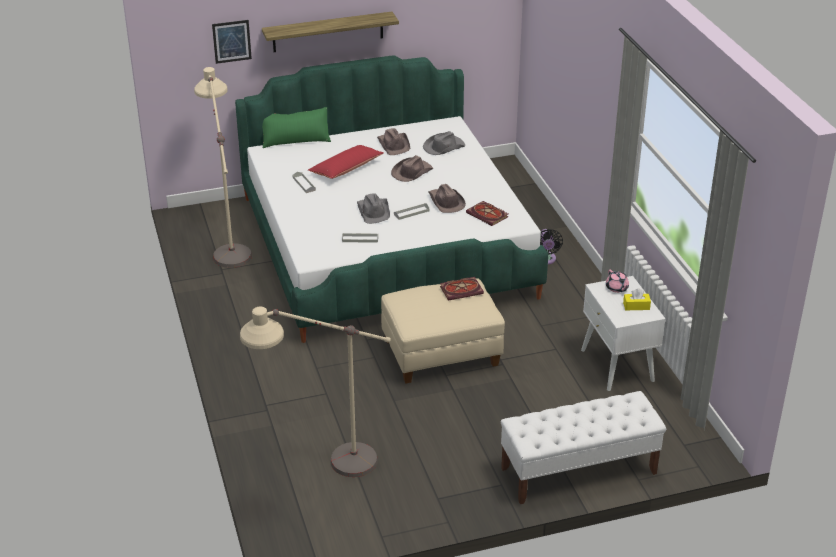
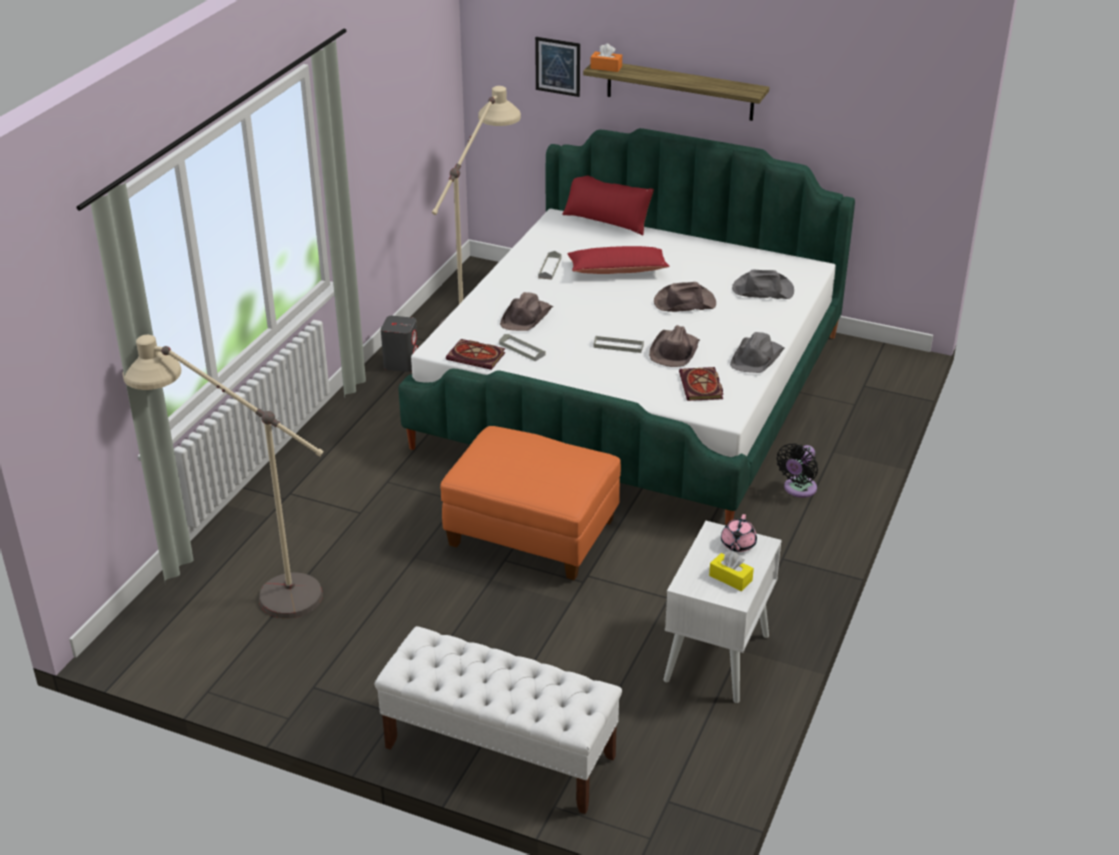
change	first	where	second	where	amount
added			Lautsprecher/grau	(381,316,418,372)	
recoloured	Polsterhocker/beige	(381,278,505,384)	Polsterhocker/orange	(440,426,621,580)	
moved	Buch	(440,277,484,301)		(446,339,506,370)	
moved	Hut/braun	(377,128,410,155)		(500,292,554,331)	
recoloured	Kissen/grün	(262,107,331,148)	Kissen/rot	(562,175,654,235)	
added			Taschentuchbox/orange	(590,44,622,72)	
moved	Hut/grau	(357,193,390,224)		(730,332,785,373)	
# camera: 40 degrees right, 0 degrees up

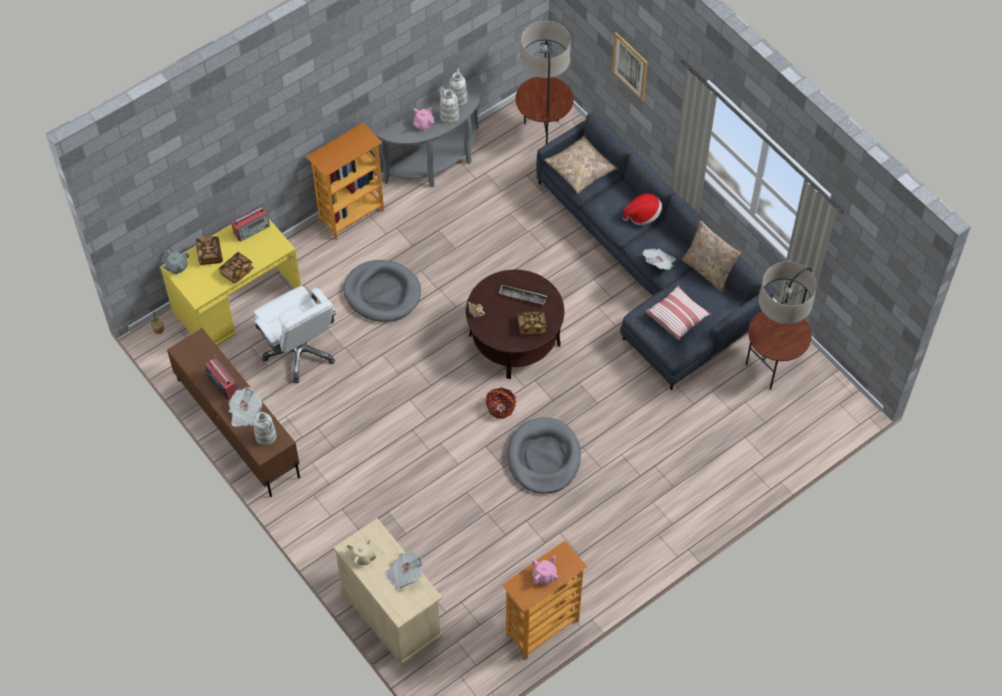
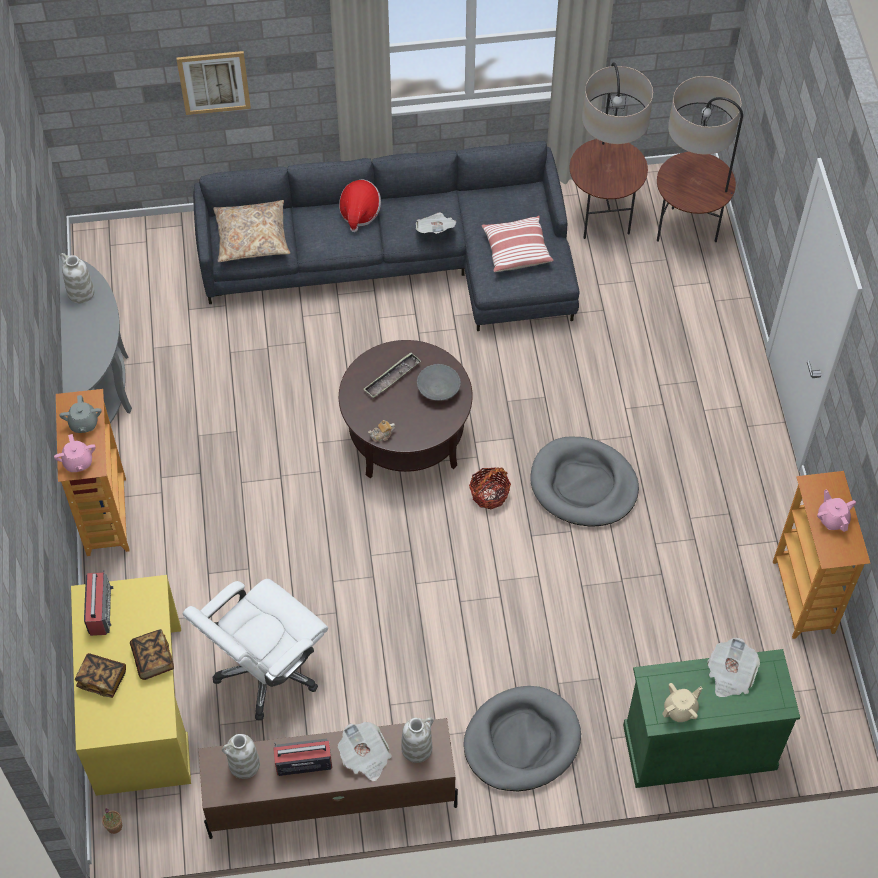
change	first	where	second	where	amount
moved	Teekanne/rosa	(413,107,434,131)		(54,434,96,472)	
moved	Teekanne/grau	(162,250,189,275)		(60,395,102,433)	
turned	Bürostuhl/weiß	(253,286,336,383)		(183,579,328,720)	135 degrees clockwise
moved	Vase/weiß	(439,88,459,124)		(222,734,260,779)	
replaced	Buch	(518,310,546,334)	Schüssel/grau	(417,364,461,401)	
moved	Hundebett/grau	(343,260,421,322)		(464,686,581,791)	
recoloured	Schrank/beige	(334,518,443,667)	Schrank/grün	(623,649,800,788)	
moved	Stehlampe	(516,21,574,144)		(657,76,743,242)	
removed	Kissen/beige	(682,220,741,293)			
# camera: 60 degrees left, 0 degrees up

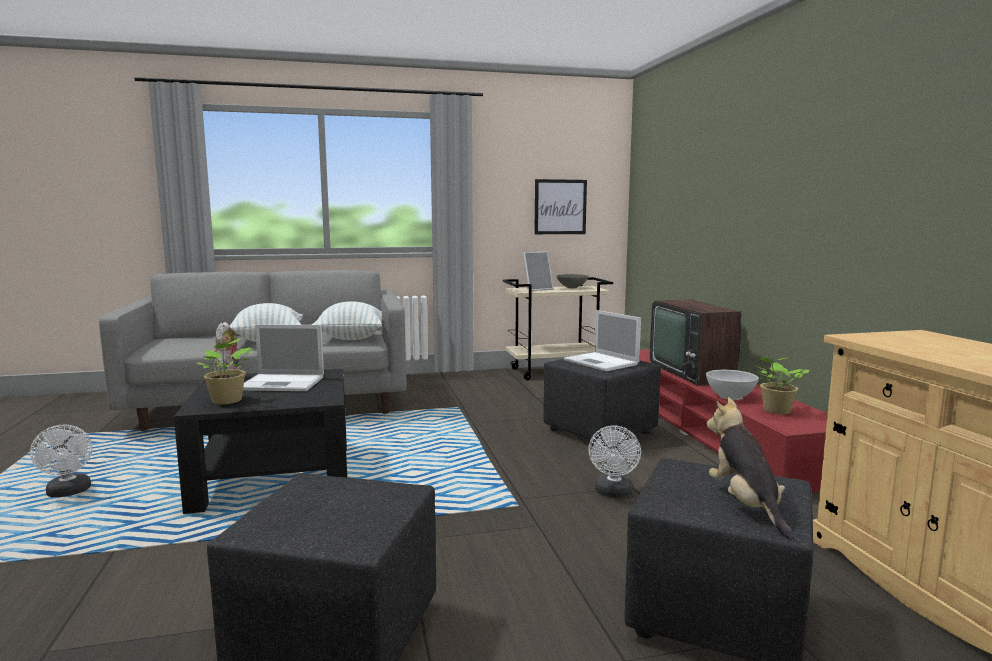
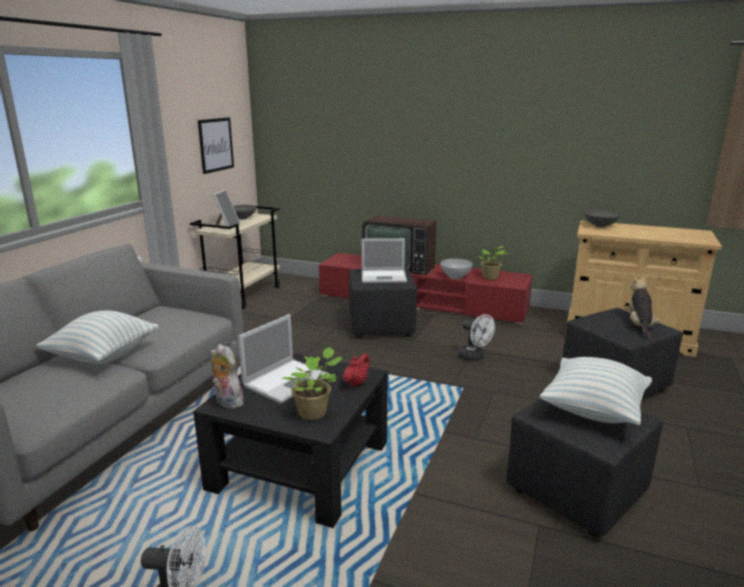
change	first	where	second	where	amount
added			Teekanne/rot	(343,353,370,387)	
moved	Kissen	(312,301,382,340)		(540,357,652,425)	
added			Schüssel/grau	(584,210,621,227)	
turned	Plüschtier	(707,397,794,539)		(627,275,660,340)	75 degrees clockwise
# camera: 55 degrees left, 10 degrees up

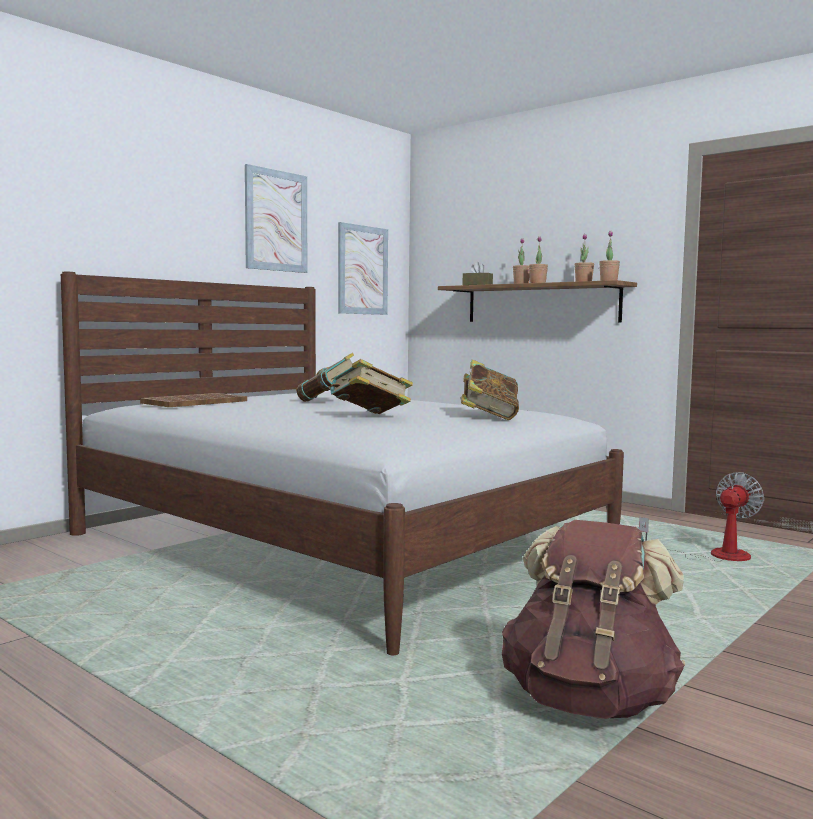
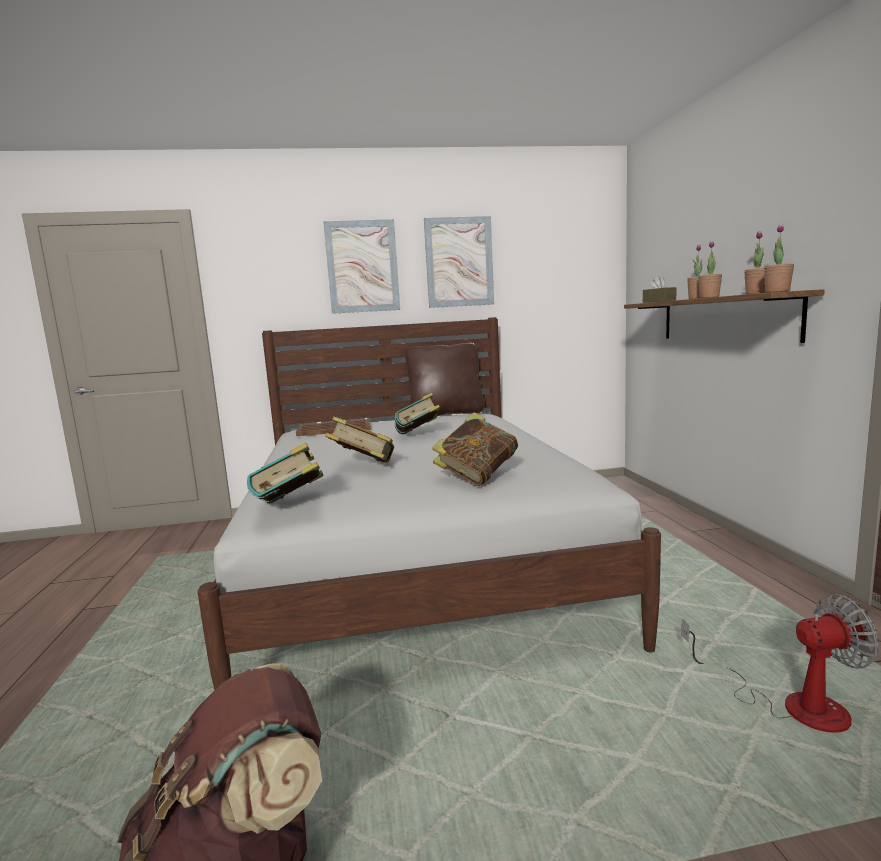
change	first	where	second	where	amount
added			Buch	(247,443,324,503)	
moved	Bild	(338,222,388,315)		(323,219,400,314)	
added			Kissen/braun	(405,343,485,416)	
# camera: 40 degrees right, 5 degrees up

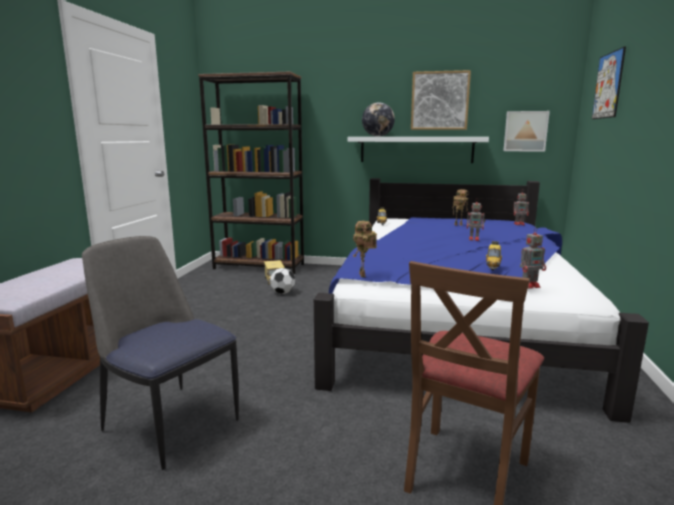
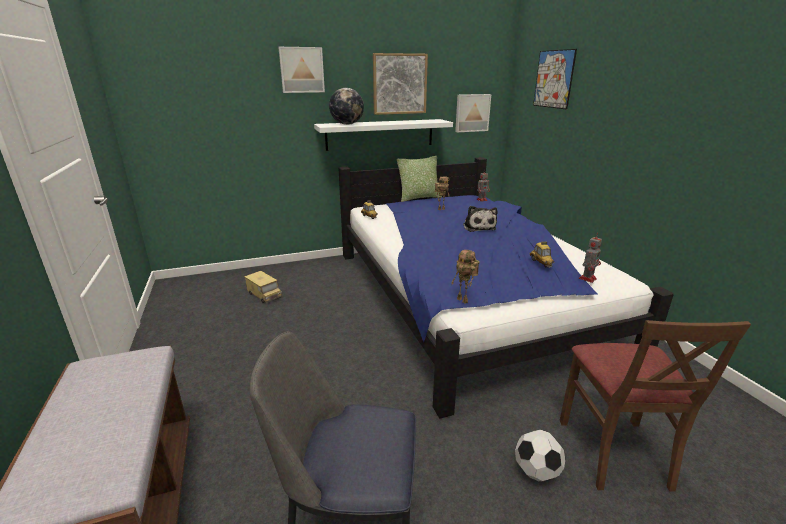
change	first	where	second	where	amount
added			Bild	(278,47,325,93)	
added			Kissen	(397,156,442,202)	
replaced	Spielzeugroboter	(467,198,485,241)	Plüschtier	(463,206,497,232)	
moved	Fußball	(270,268,295,294)		(515,429,565,482)	
removed	Bücherregal/braun	(198,72,304,274)			
# camera: 30 degrees left, 10 degrees up

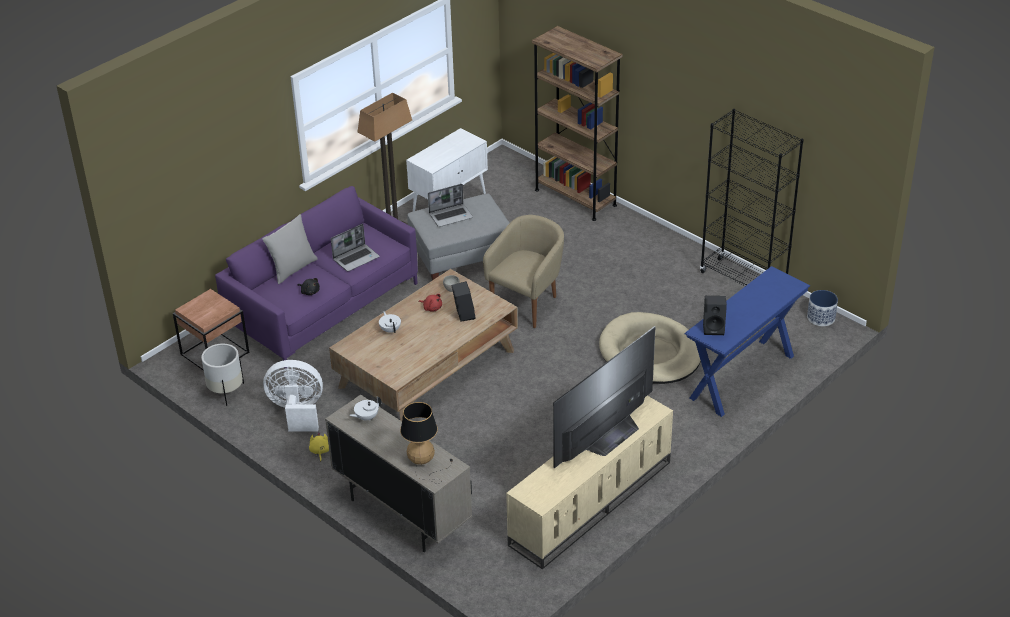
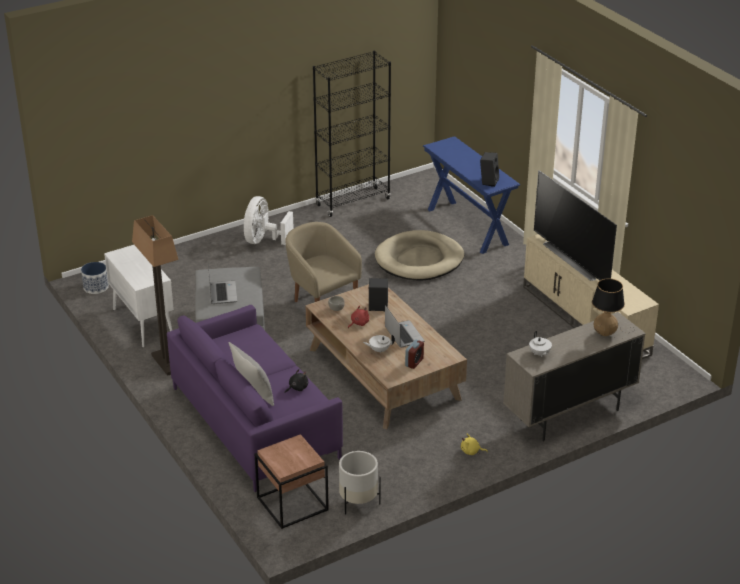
change	first	where	second	where	amount
moved	Pflanzkübel	(807,290,838,326)		(81,262,109,294)	
moved	Ventilator/weiß	(263,360,323,432)		(244,196,294,245)	
moved	Laptop	(331,224,380,271)		(385,305,425,348)	
added			Wecker	(405,340,424,369)	
removed	Bücherregal/braun	(532,26,623,221)			
# camera: 75 degrees left, 5 degrees down

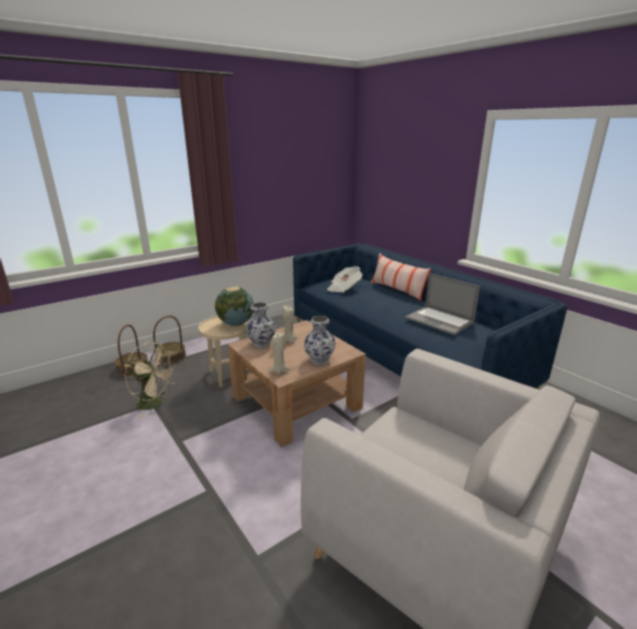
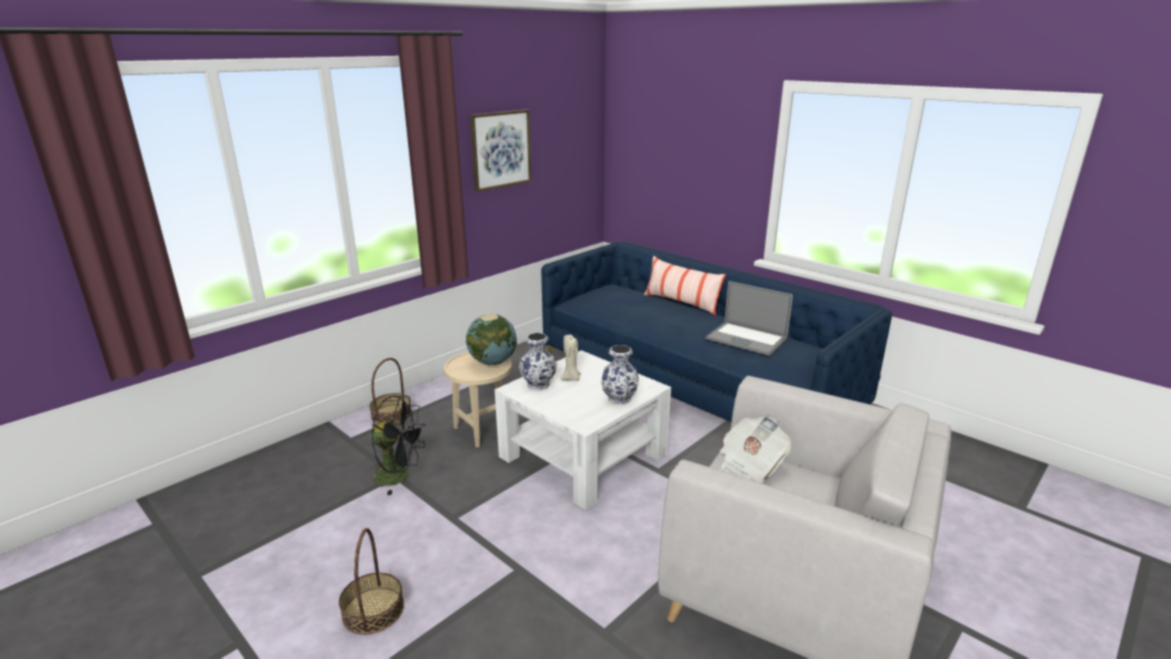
change	first	where	second	where	amount
moved	Korb	(115,324,148,377)		(339,528,404,635)	
recoloured	Ventilator/beige	(125,342,177,417)	Ventilator/schwarz	(371,396,426,495)	
added			Bild	(470,110,532,192)	
recoloured	Couchtisch/braun	(228,320,366,447)	Couchtisch/weiß	(495,350,671,510)	
moved	Zeitung	(327,266,362,293)		(720,416,791,483)	
removed	Kerze/beige	(269,332,290,375)			
# camera: 10 degrees left, 0 degrees up

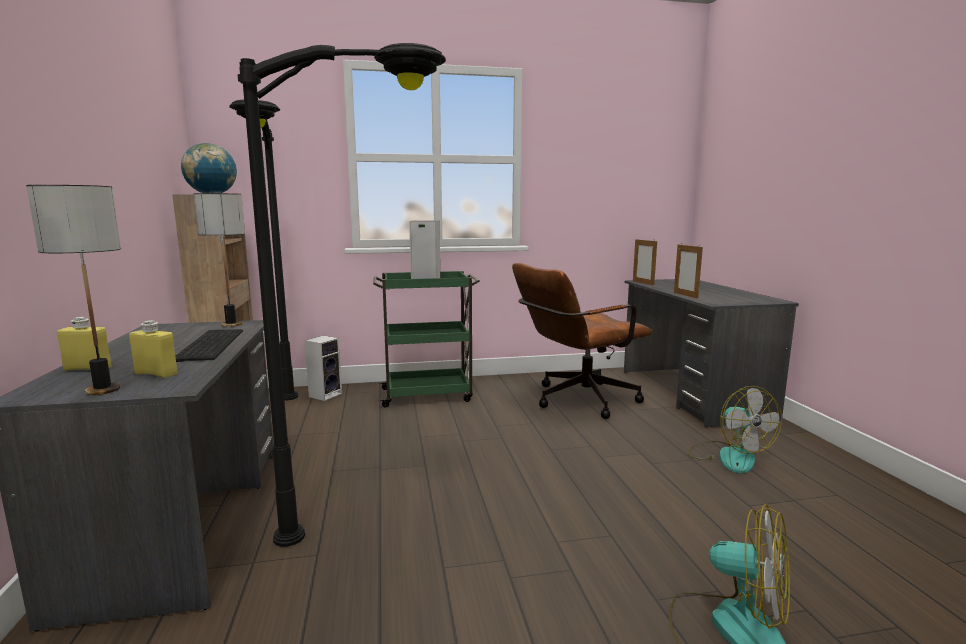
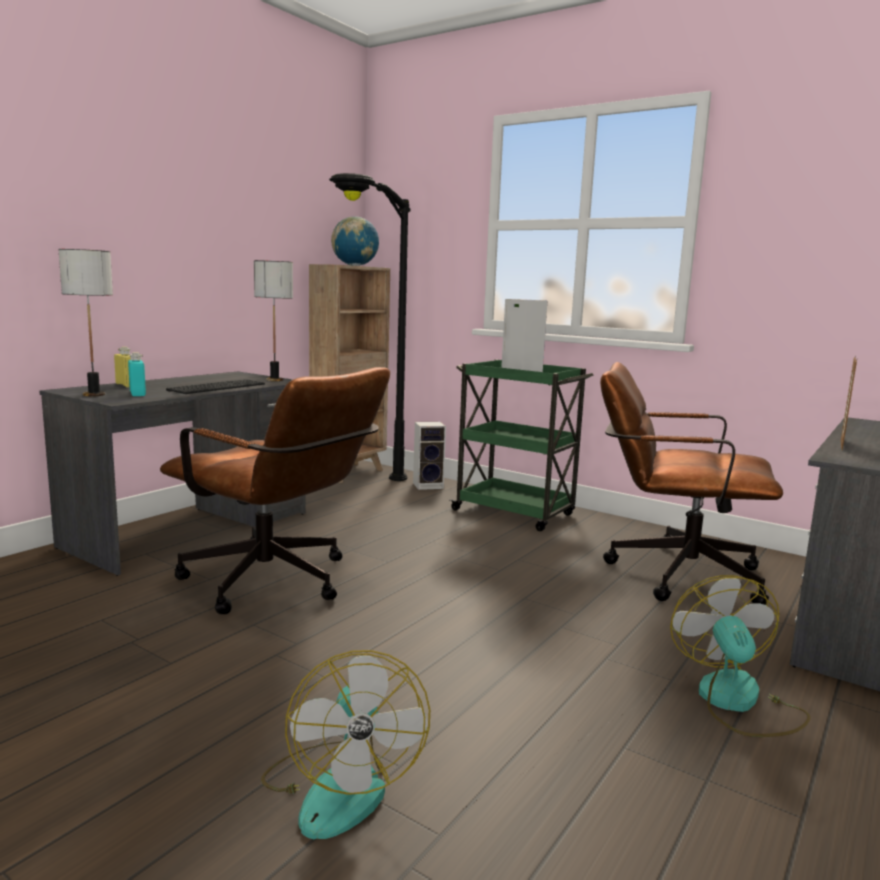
change	first	where	second	where	amount
recoloured	Flasche/gelb	(129,320,178,378)	Flasche/türkis	(128,352,146,396)	
replaced	Stehlampe/schwarz	(238,43,446,547)	Bürostuhl/braun	(160,367,390,614)	
turned	Ventilator	(688,386,782,473)		(670,575,811,737)	150 degrees clockwise
removed	Bilderrahmen	(633,238,657,286)			
# camera: 45 degrees right, 0 degrees up

